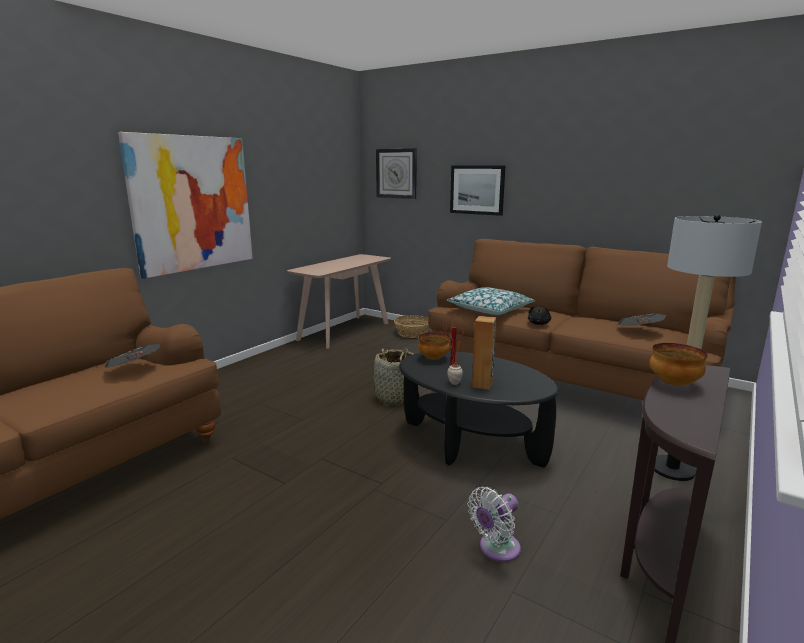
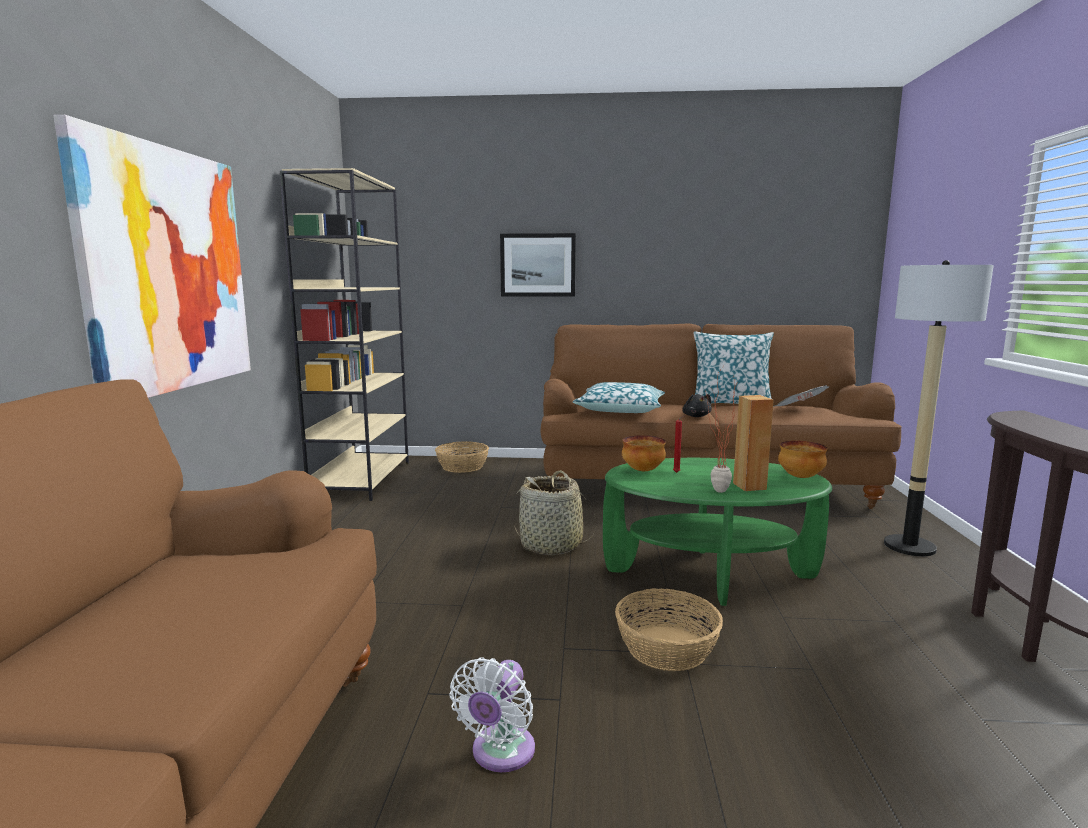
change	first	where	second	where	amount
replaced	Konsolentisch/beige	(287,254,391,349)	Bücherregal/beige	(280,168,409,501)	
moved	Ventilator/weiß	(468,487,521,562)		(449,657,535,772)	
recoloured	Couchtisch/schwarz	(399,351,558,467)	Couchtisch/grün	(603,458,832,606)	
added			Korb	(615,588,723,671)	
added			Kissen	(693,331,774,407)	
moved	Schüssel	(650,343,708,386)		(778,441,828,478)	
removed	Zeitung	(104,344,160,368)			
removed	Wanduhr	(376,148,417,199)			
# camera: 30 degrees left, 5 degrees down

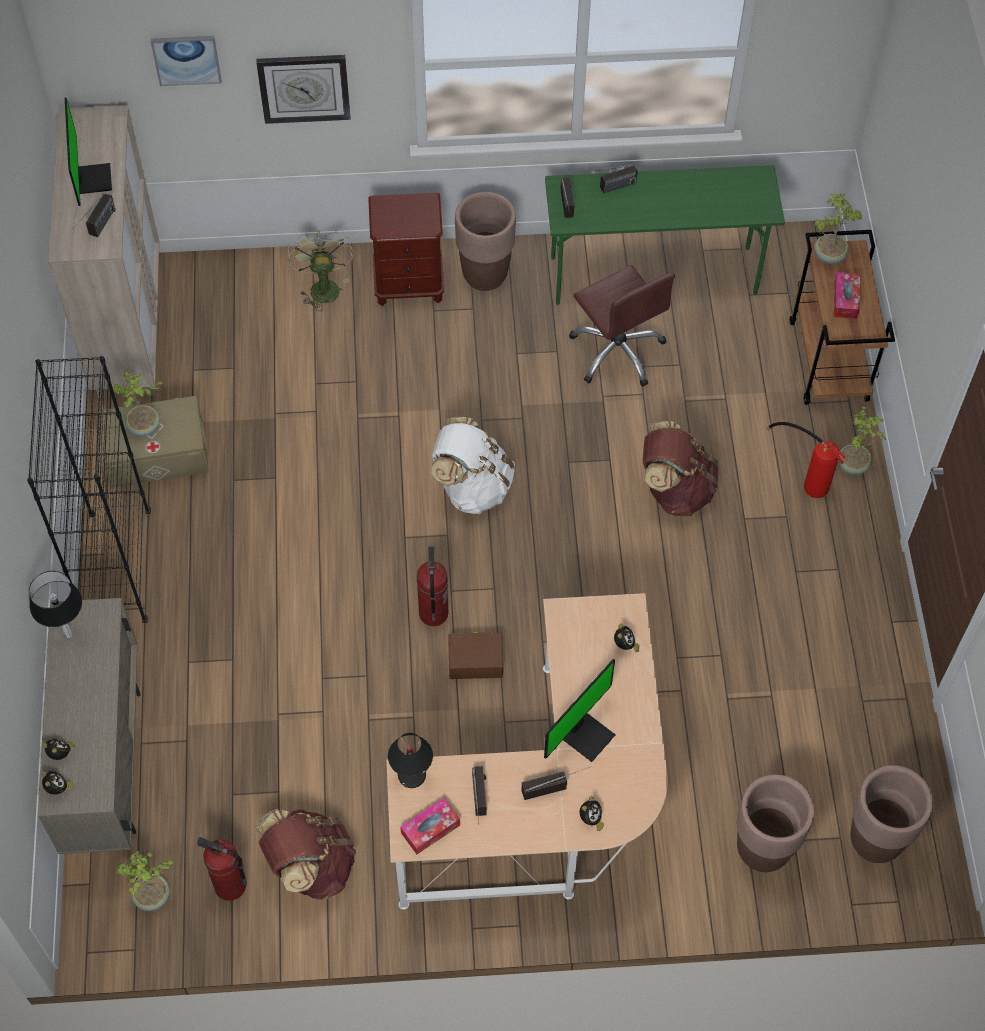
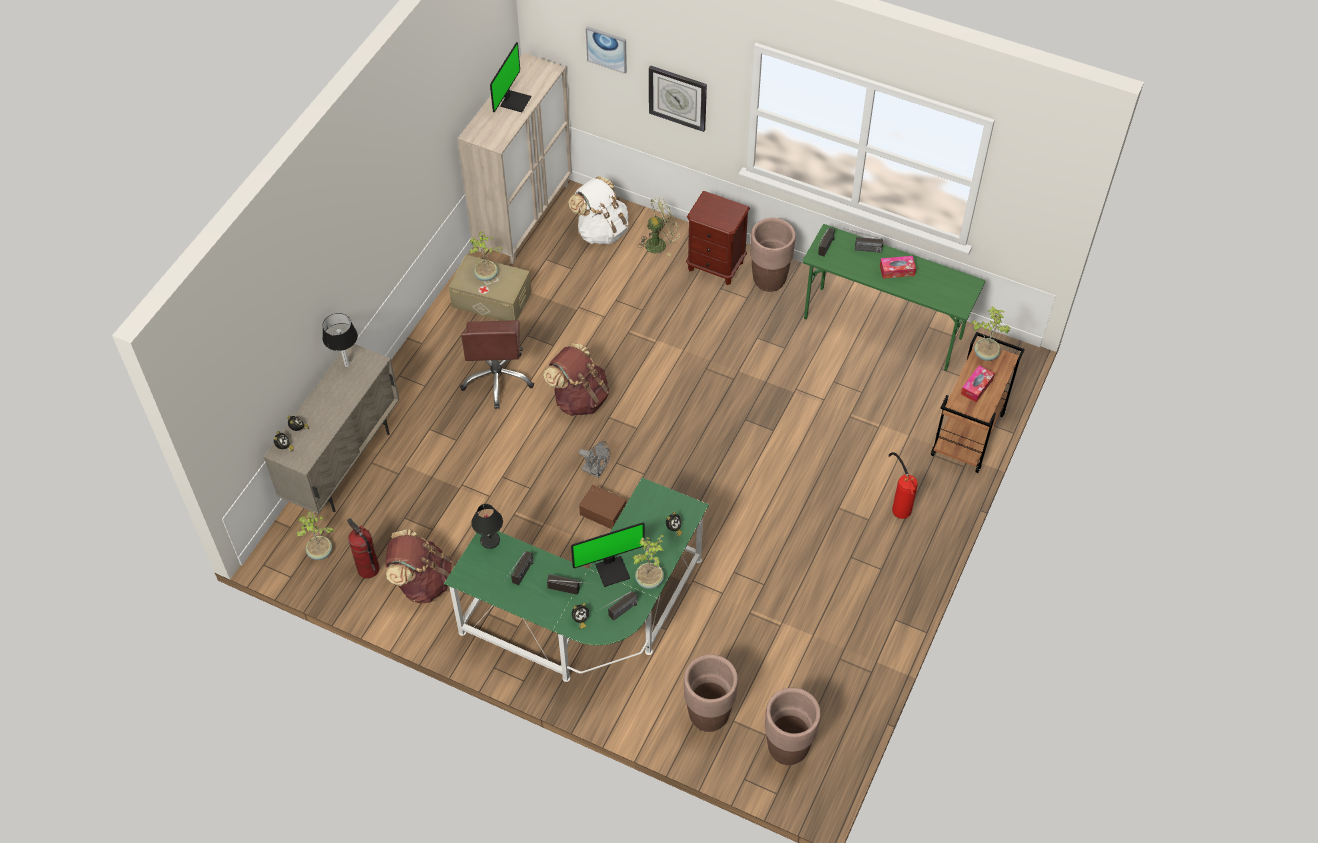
change	first	where	second	where	amount
recoloured	Schreibtisch/beige	(387,593,668,910)	Schreibtisch/grün	(444,478,709,682)	
moved	Bürostuhl/braun	(569,265,675,387)		(460,320,534,409)	
moved	Rucksack/braun	(643,421,719,516)		(543,343,609,416)	
moved	Rucksack/weiß	(432,417,515,514)		(568,176,629,245)	
replaced	Feuerlöscher	(417,546,449,626)	Ventilator/grau	(579,441,610,478)	
moved	Radio	(76,194,116,237)		(599,591,638,621)	
moved	Topfpflanze	(838,406,886,475)		(633,535,664,589)	
turned	Ventilator/grün	(288,230,354,311)		(638,197,680,256)	45 degrees clockwise
moved	Taschentuchbox	(400,798,460,854)		(880,256,916,279)	
removed	Bücherregal/schwarz	(27,356,151,623)			
# camera: 30 degrees right, 5 degrees down

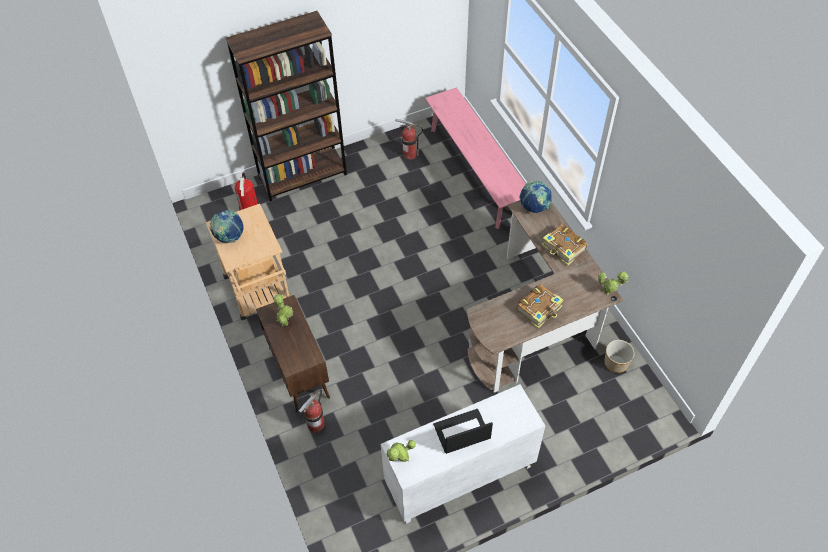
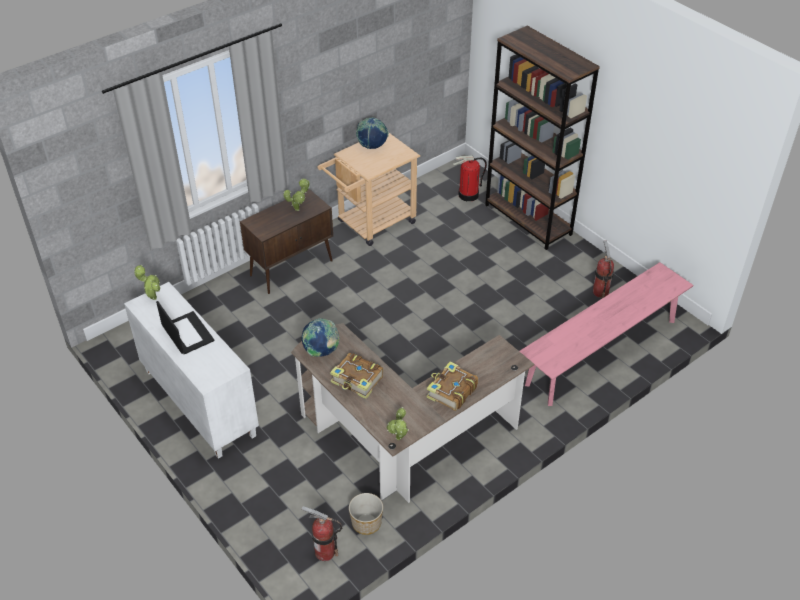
change	first	where	second	where	amount
moved	Globus	(519,181,552,213)		(301,318,339,357)	
moved	Feuerlöscher	(299,389,325,433)		(301,506,342,561)	
# camera: 75 degrees right, 10 degrees down

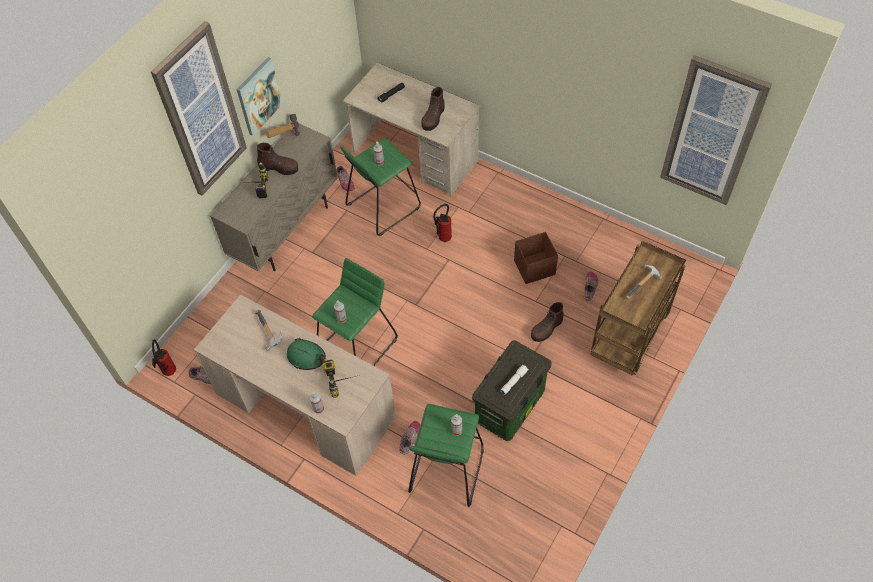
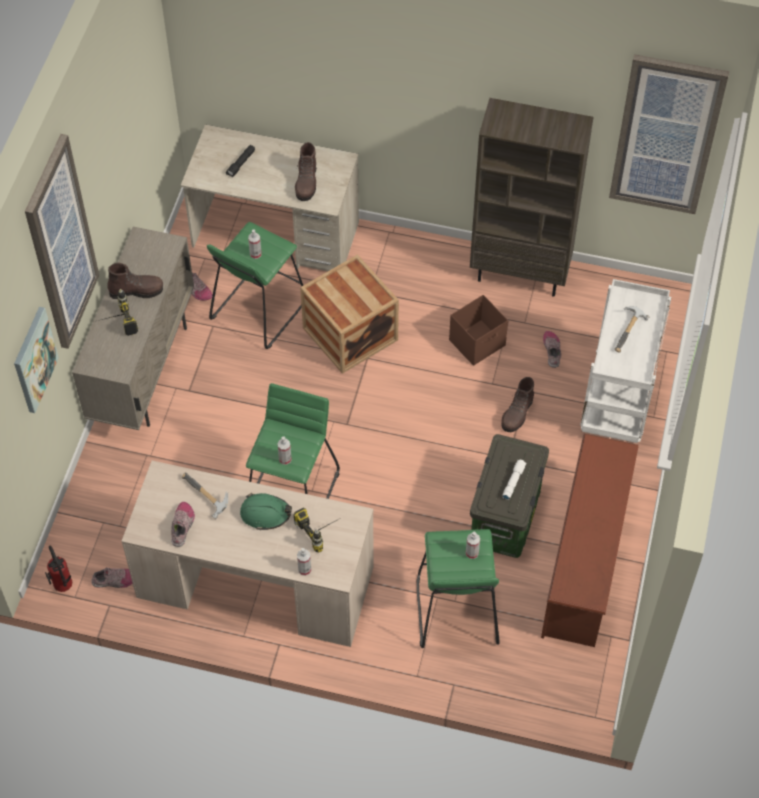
change	first	where	second	where	amount
moved	Bild	(236,57,283,136)		(14,307,59,413)	
moved	Schuh	(399,421,420,454)		(171,502,195,547)	
replaced	Feuerlöscher	(433,204,452,242)	Kiste	(300,254,399,374)	
added			Bücherregal/braun	(470,98,593,297)	
added			Schuhregal/braun	(541,434,639,647)	
recoloured	Rollwagen/braun	(590,241,686,375)	Rollwagen/weiß	(580,279,671,443)	
removed	Hammer	(266,114,300,138)			
# camera: 20 degrees left, 0 degrees up

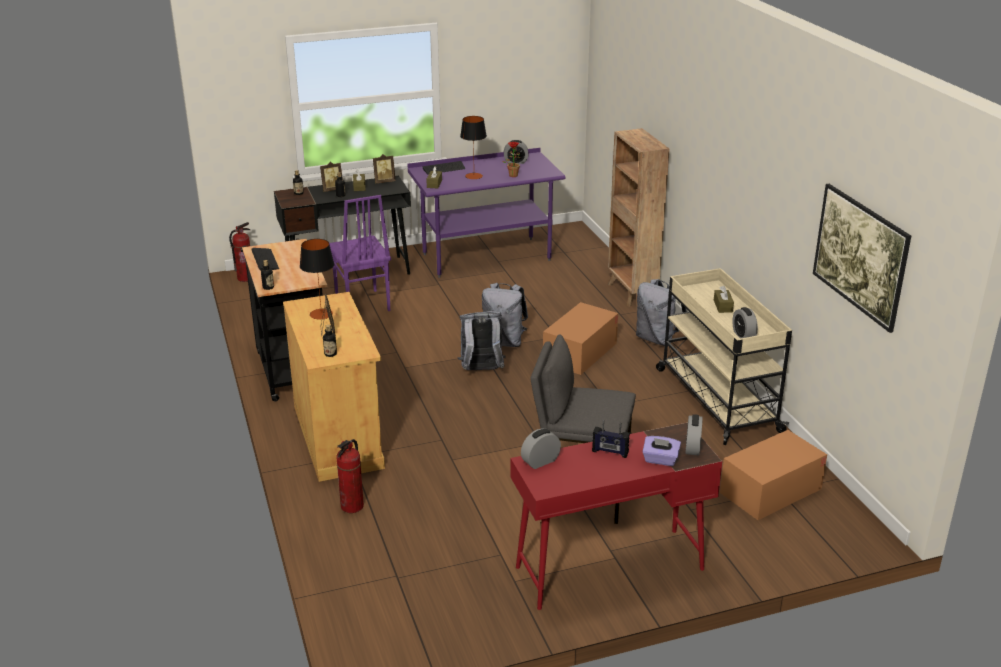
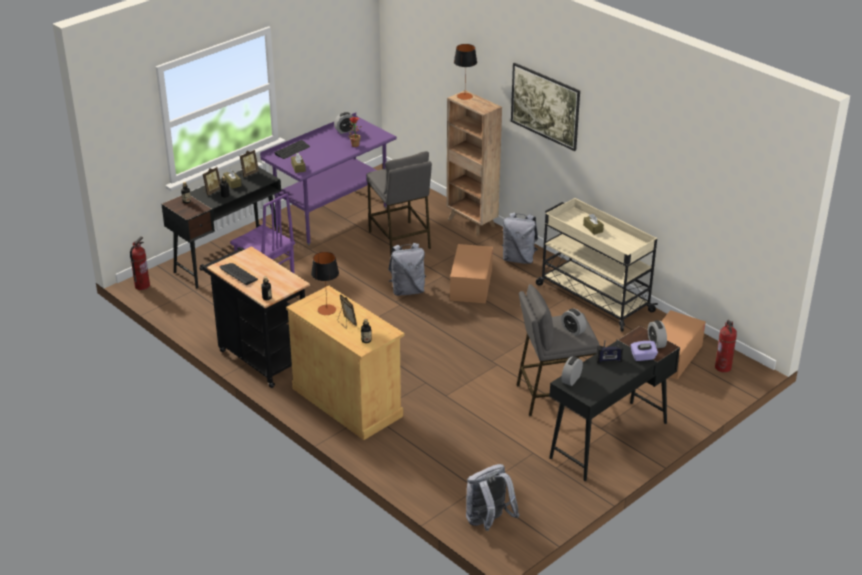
change	first	where	second	where	amount
added			Hocker/grau	(366,151,432,254)	
moved	Tischlampe	(460,116,487,179)		(454,44,477,100)	
moved	Rucksack/grau	(458,311,505,370)		(466,464,520,531)	
moved	Bild	(813,184,911,333)		(511,63,580,151)	
recoloured	Schreibtisch/rot	(510,422,722,610)	Schreibtisch/schwarz	(549,326,680,481)	
moved	Wecker	(732,307,758,339)		(561,308,587,336)	
moved	Feuerlöscher	(336,439,364,513)		(715,320,737,373)	
# camera: 25 degrees left, 5 degrees up

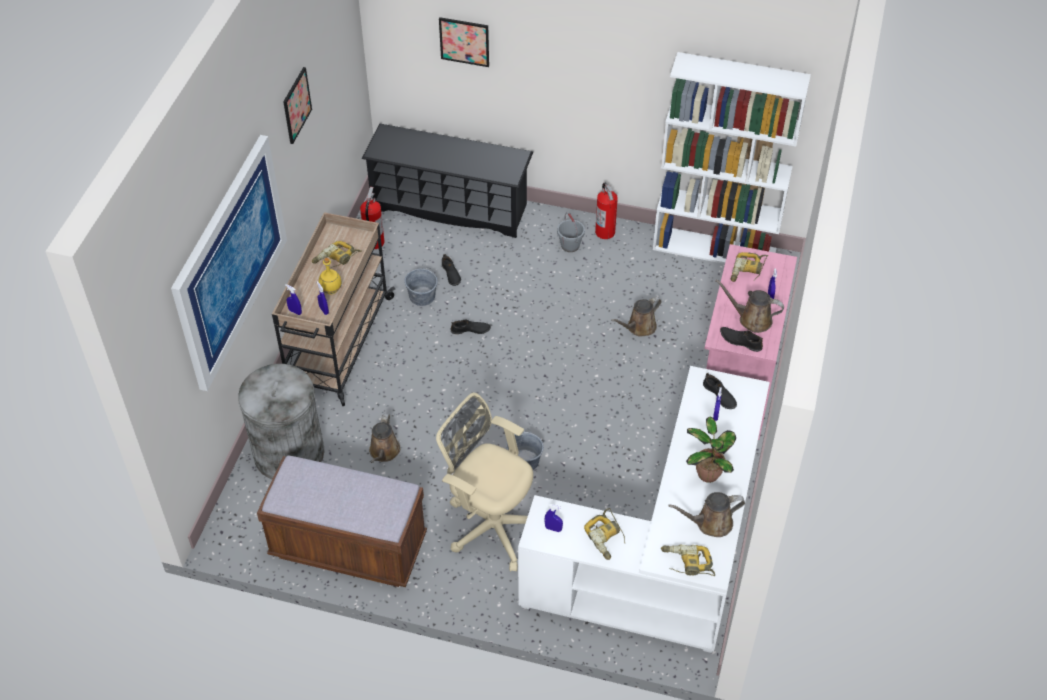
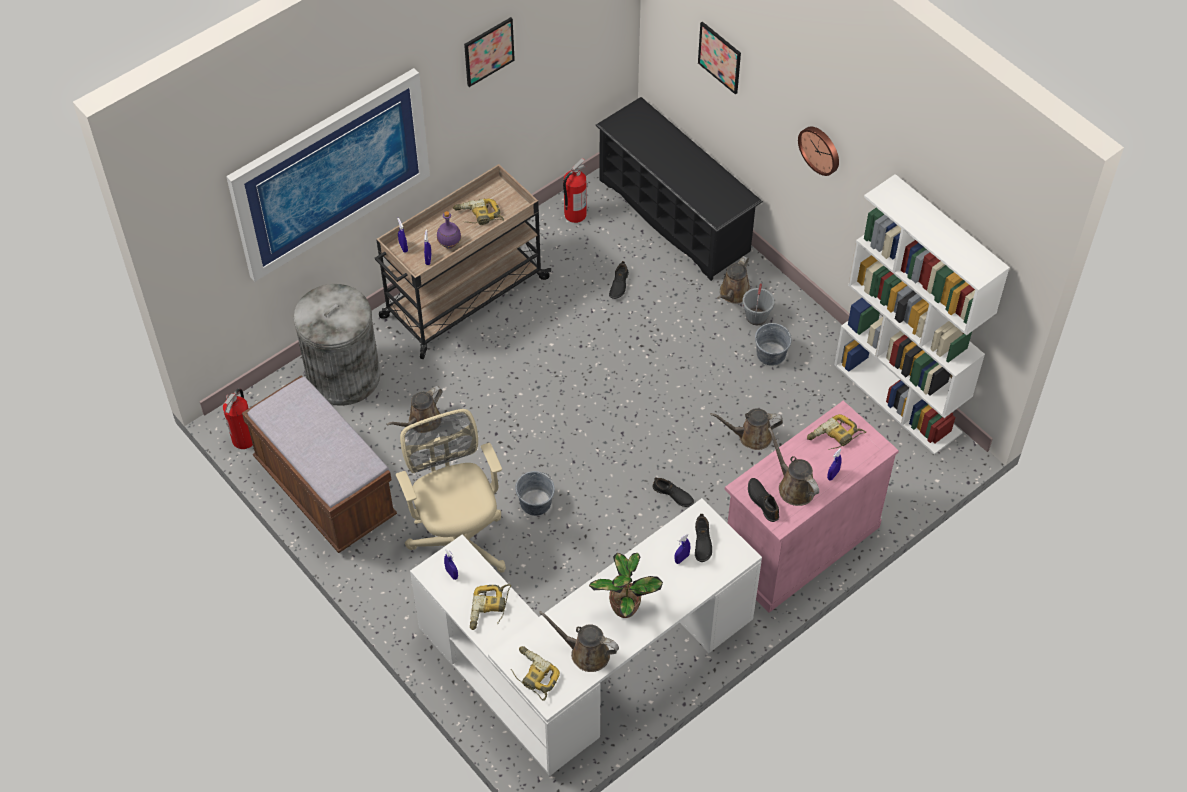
change	first	where	second	where	amount
moved	Feuerlöscher	(595,182,618,239)		(223,388,253,449)	
recoloured	Flasche/gelb	(319,258,342,295)	Flasche/lila	(437,211,461,249)	
moved	Schuh/schwarz	(451,320,491,334)		(653,477,694,507)	
added			Gießkanne/braun	(717,256,751,304)	
moved	Eimer/grau	(404,268,438,306)		(755,323,791,366)	
added			Wanduhr	(798,126,839,176)	
# camera: 35 degrees right, 5 degrees up

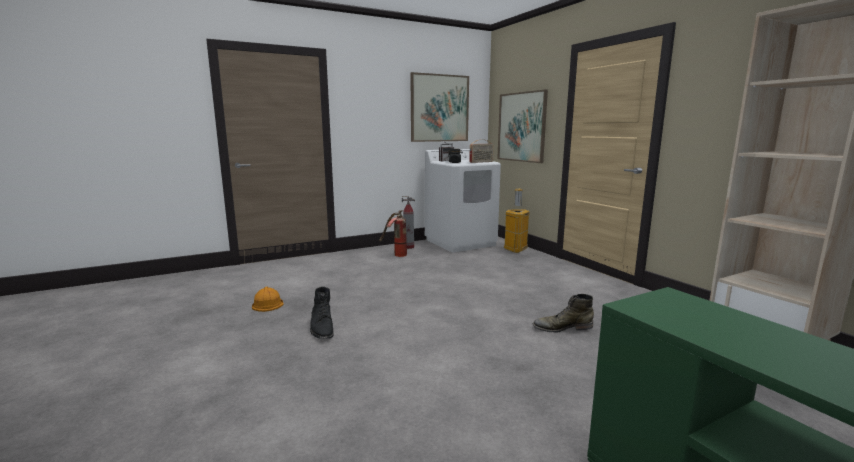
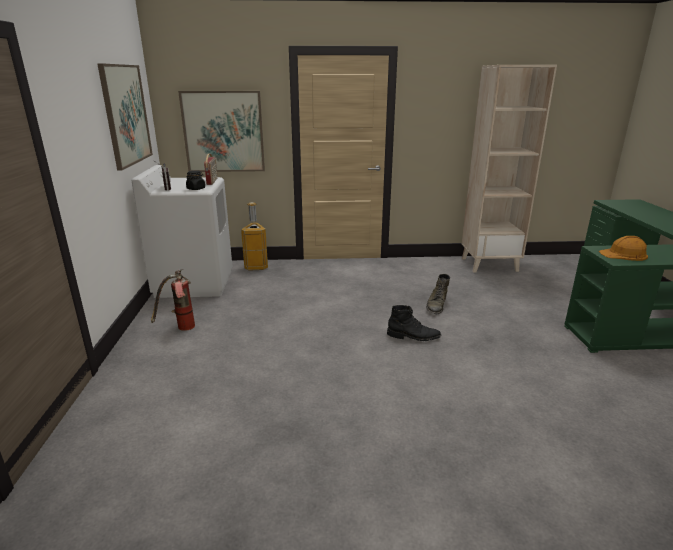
change	first	where	second	where	amount
moved	Stiefel/schwarz	(310,287,334,339)		(387,305,442,341)	
moved	Schutzhelm/orange	(252,287,284,312)		(599,236,648,261)	
removed	Feuerlöscher	(402,196,415,249)			
# camera: 65 degrees left, 10 degrees up

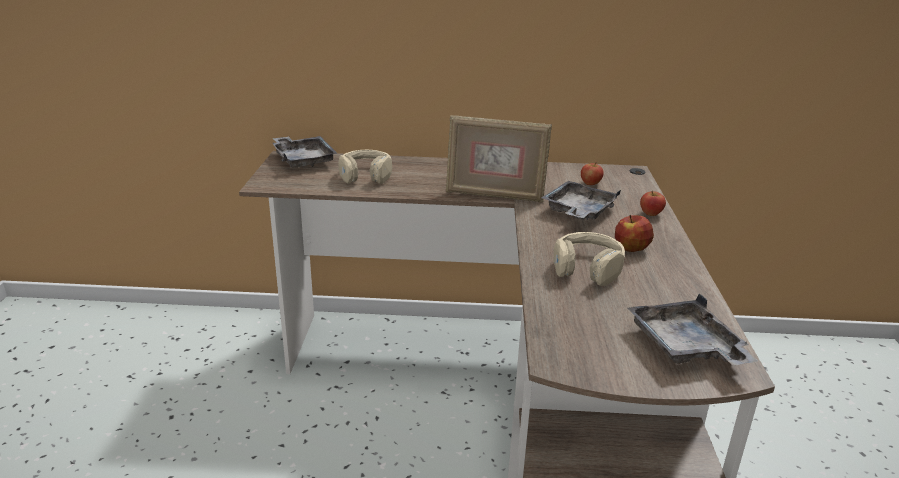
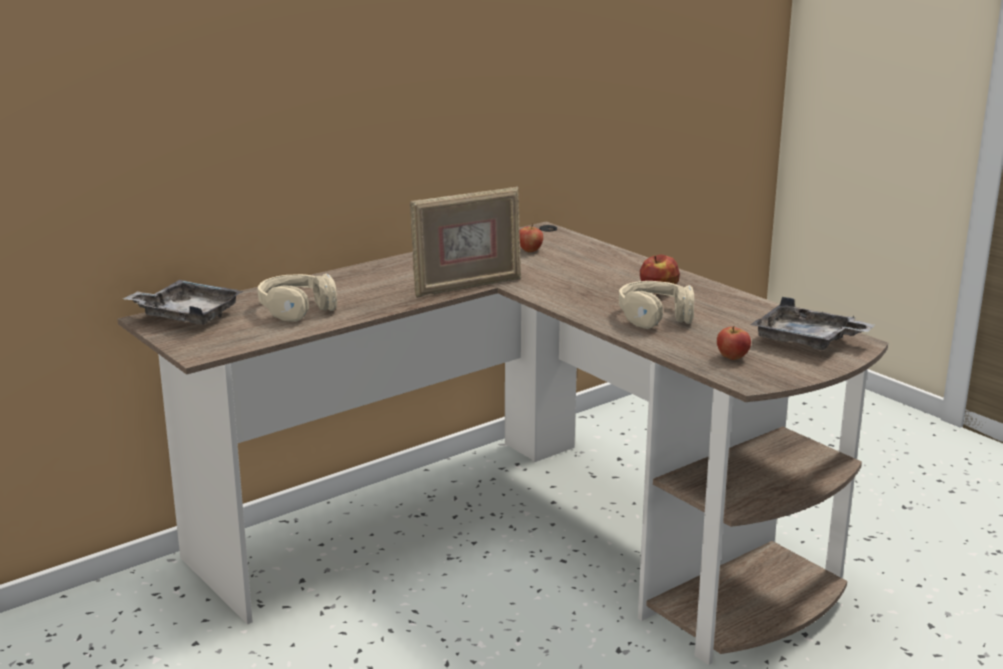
change	first	where	second	where	amount
moved	Apfel	(640,191,666,216)		(717,326,751,360)	
removed	Tablett/grau	(541,181,621,220)			
# camera: 40 degrees left, 5 degrees down

